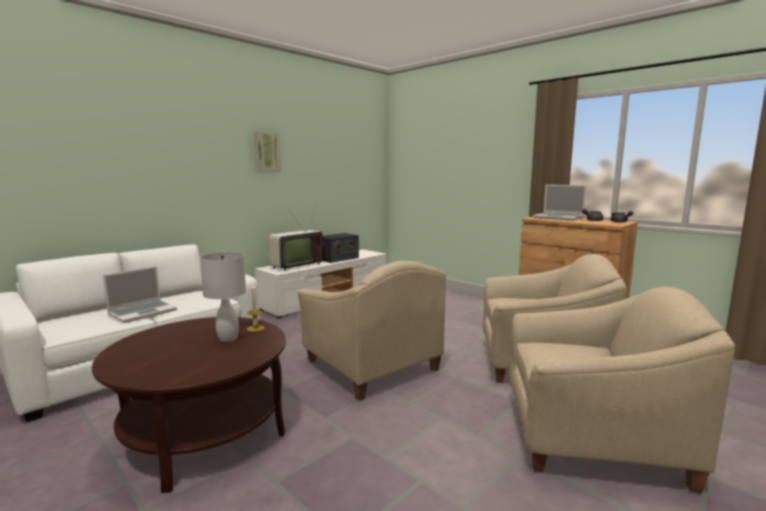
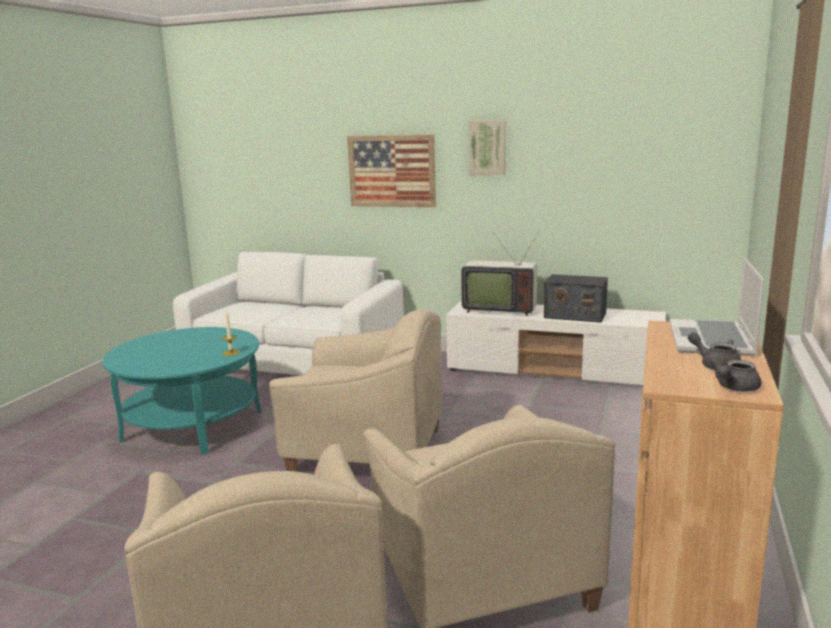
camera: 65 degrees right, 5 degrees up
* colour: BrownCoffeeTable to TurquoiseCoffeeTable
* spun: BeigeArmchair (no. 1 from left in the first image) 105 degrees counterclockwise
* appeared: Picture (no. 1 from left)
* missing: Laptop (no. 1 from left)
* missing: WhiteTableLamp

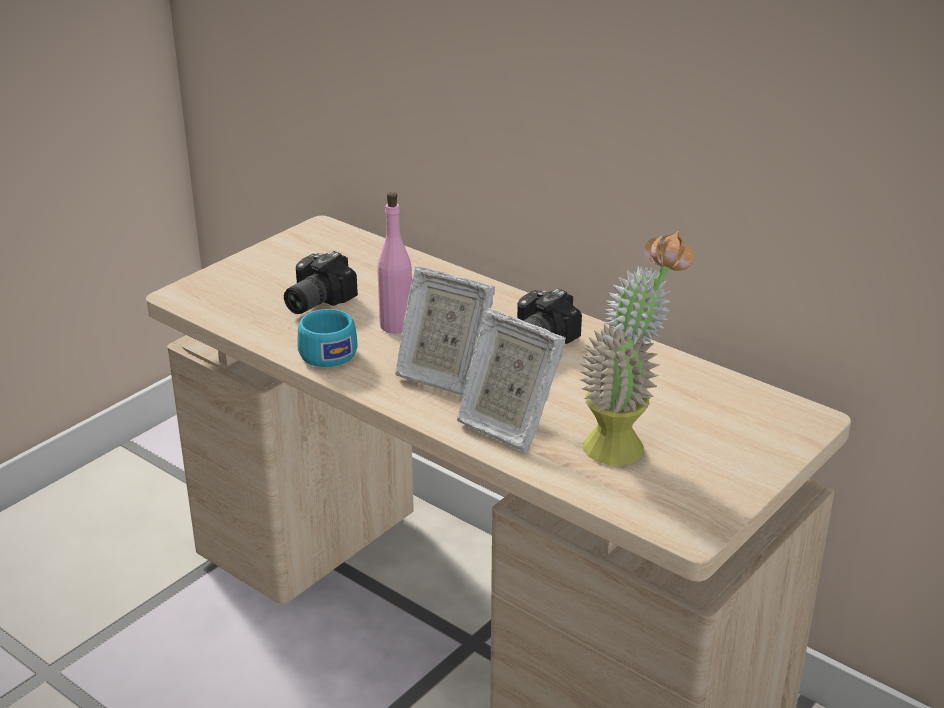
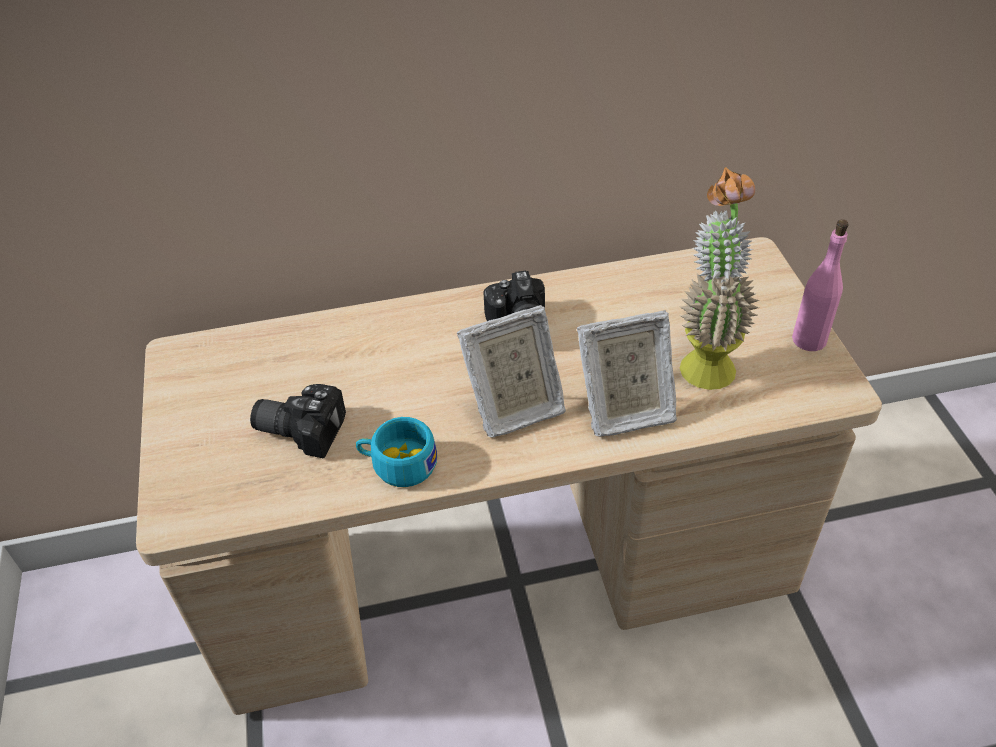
camera: 50 degrees left, 15 degrees up
* spun: PhotoCamera (no. 1 from left) 120 degrees clockwise
* relocated: PinkBottle

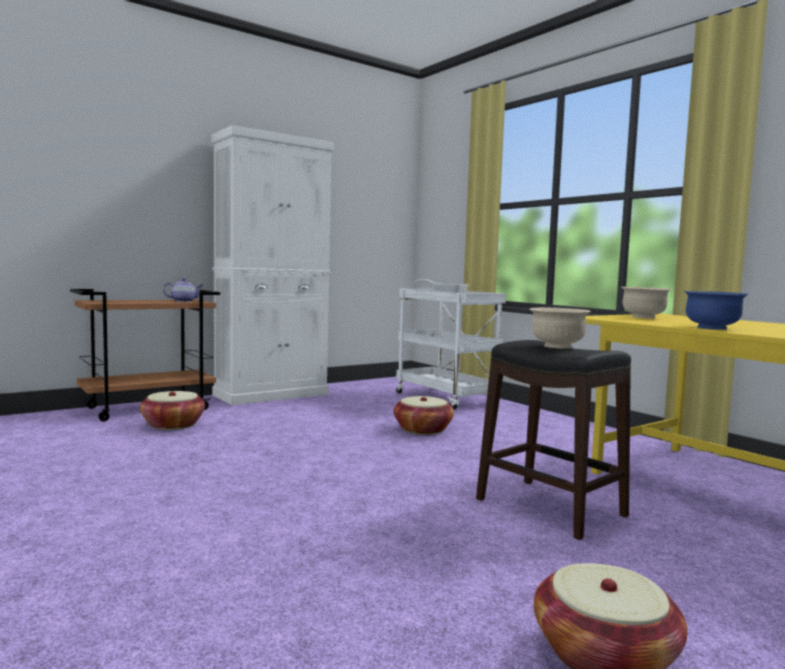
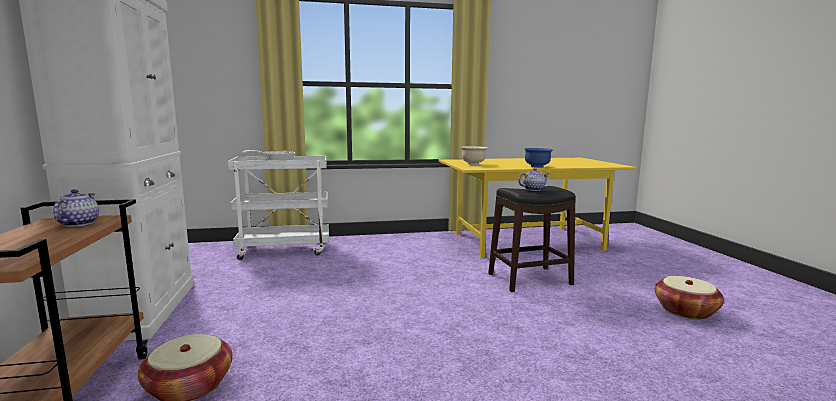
camera: 65 degrees left, 5 degrees up
* exchanged: BeigeBowl (no. 1 from left) to Teapot (no. 2 from left)
* missing: Basket (no. 2 from left)

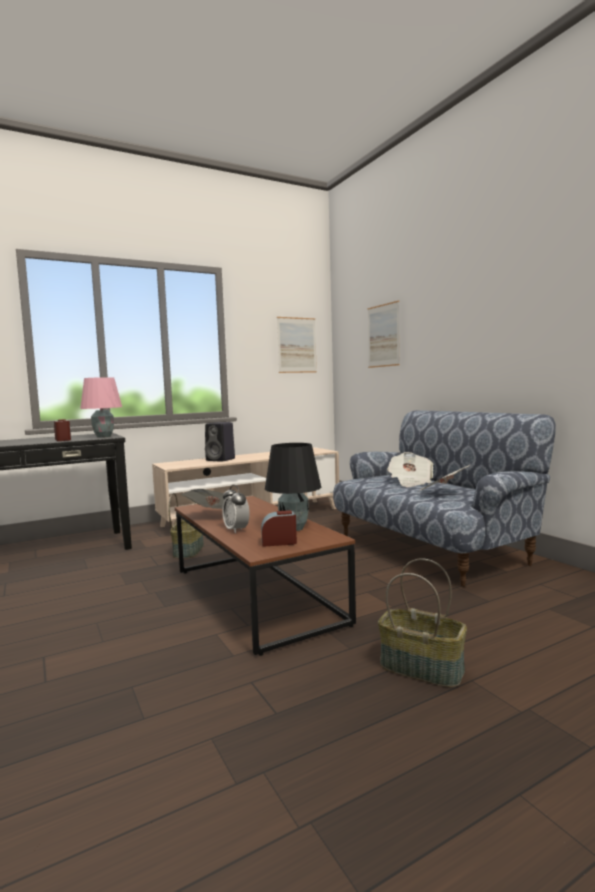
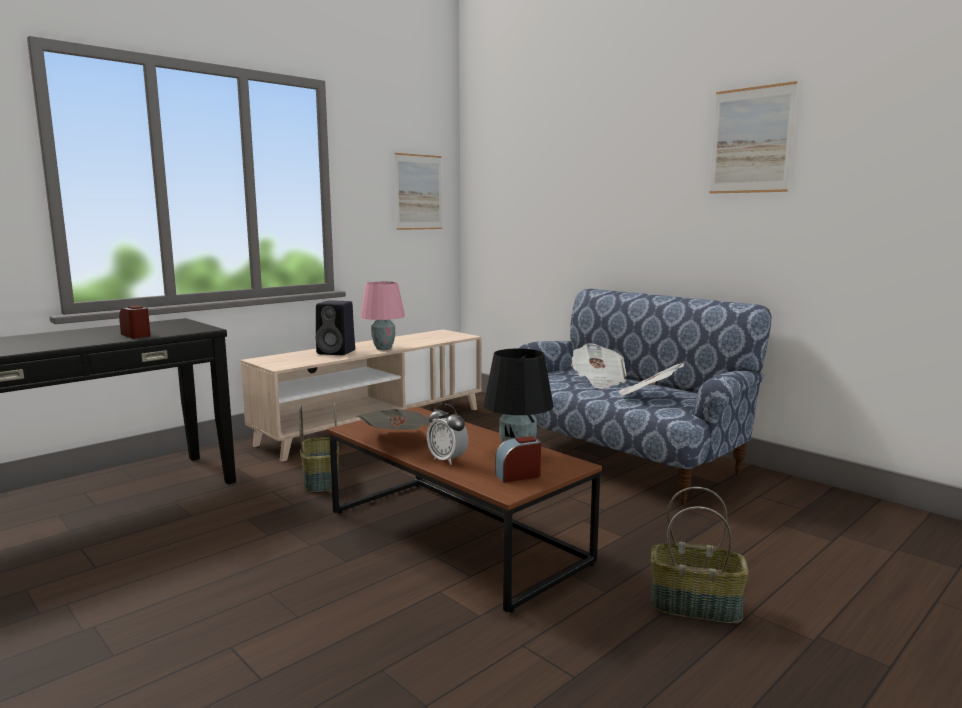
camera: 15 degrees left, 5 degrees up
* relocated: PinkTableLamp
* relocated: Picture (no. 2 from left)

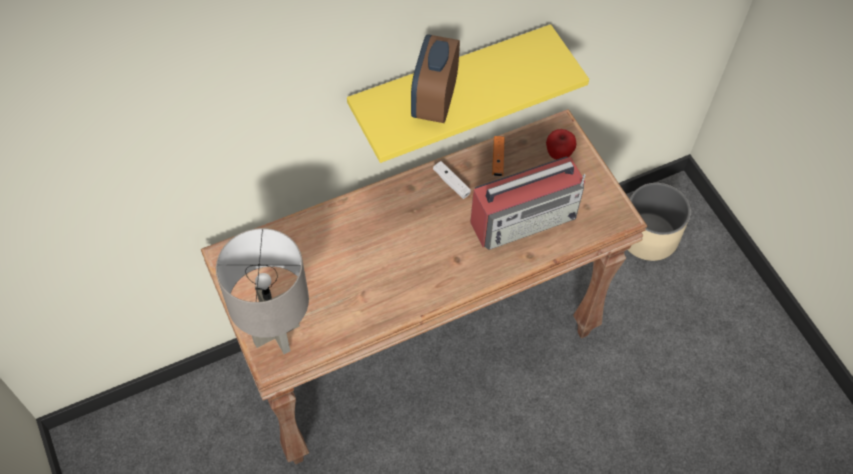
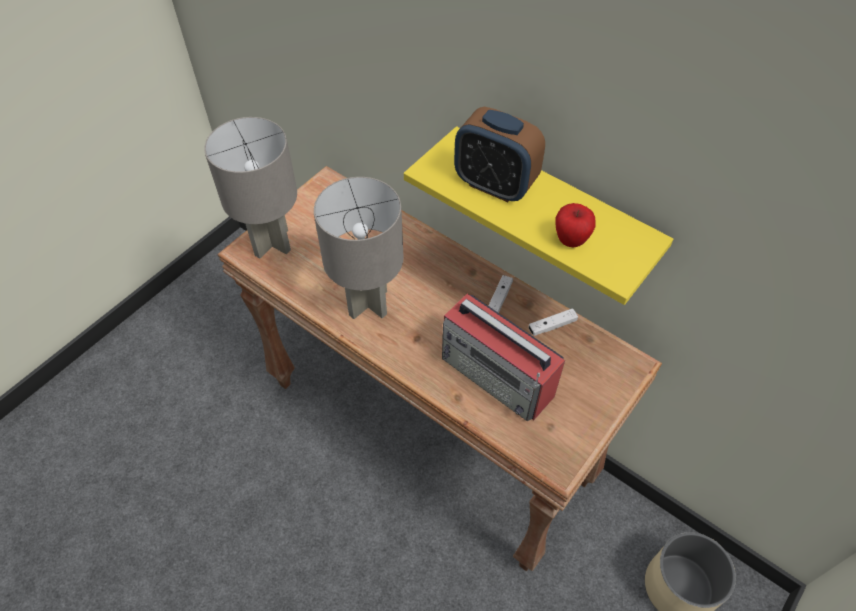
camera: 65 degrees right, 5 degrees down
* appeared: GreyTableLamp (no. 2 from left)
* spun: AlarmClock 135 degrees counterclockwise
* colour: OrangeGameController to WhiteGameController (no. 2 from left)
* relocated: Apple

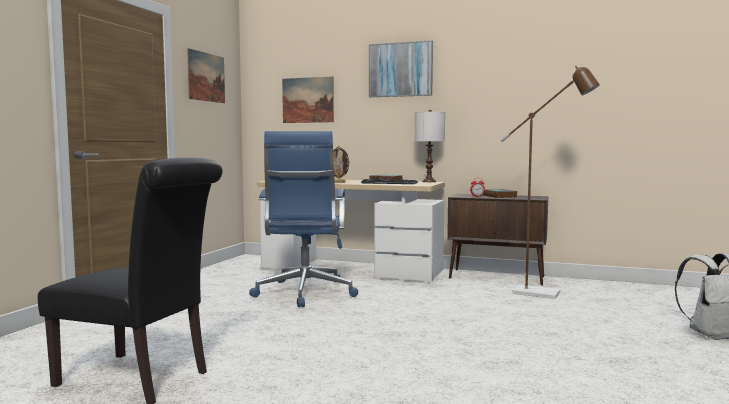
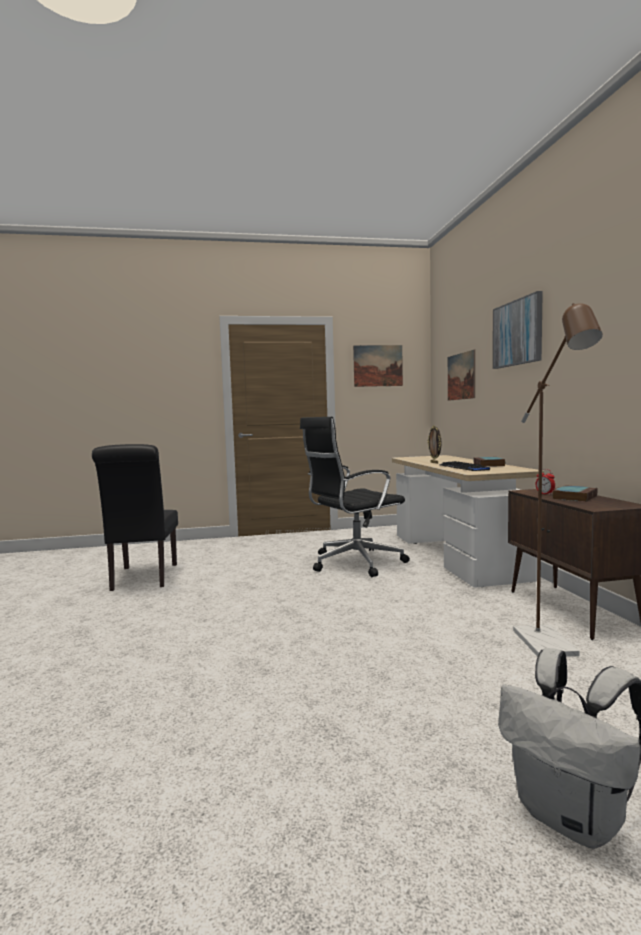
camera: 60 degrees right, 0 degrees up
* colour: BlueOfficeChair to BlackOfficeChair
* missing: WhiteTableLamp

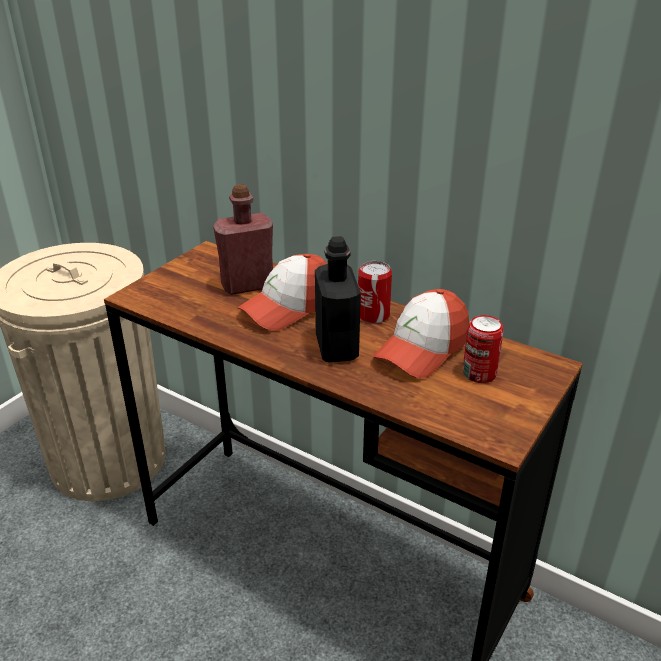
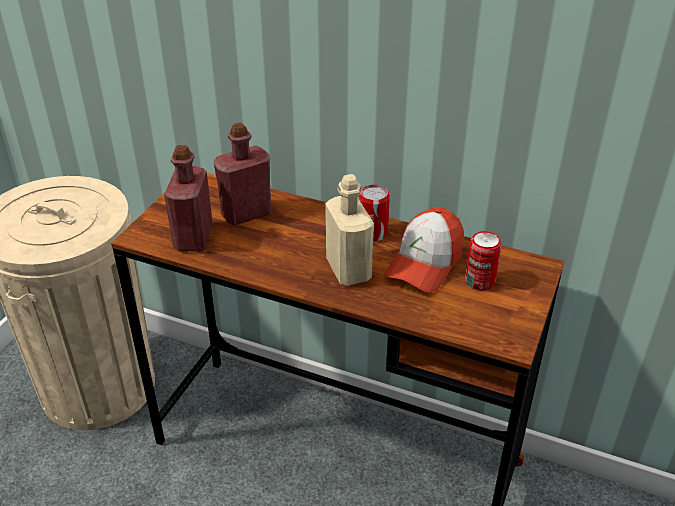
camera: 10 degrees left, 5 degrees up
* appeared: RedBottle (no. 1 from left)
* colour: BlackBottle to BeigeBottle
* missing: Cap (no. 1 from left)

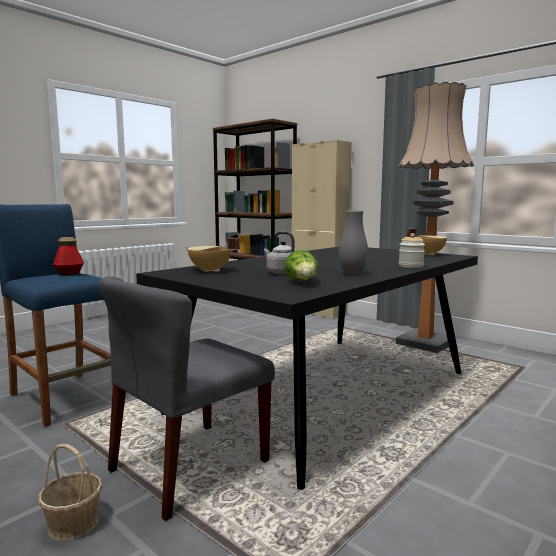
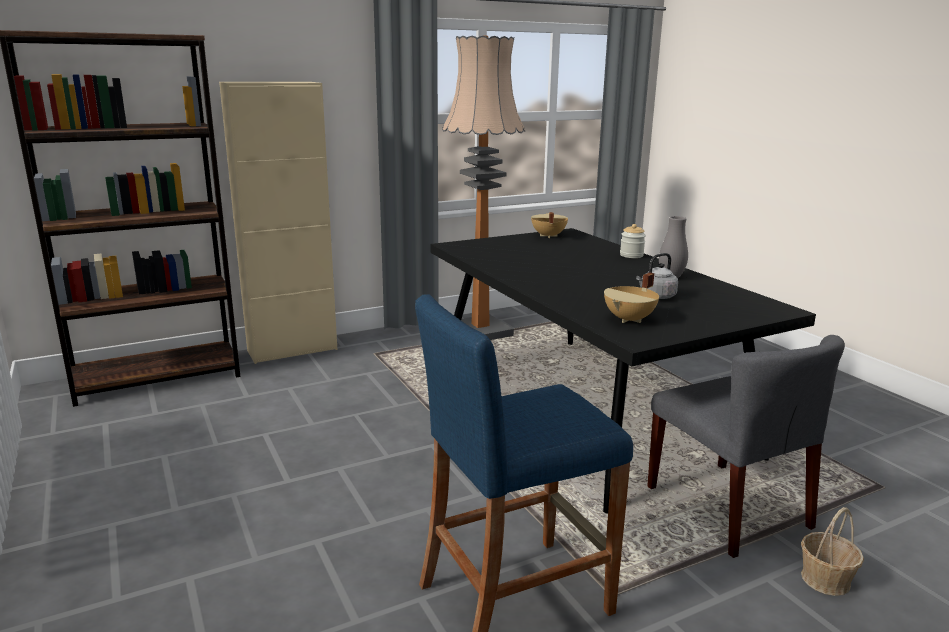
camera: 70 degrees left, 10 degrees up
* missing: Bottle
* missing: Lettuce

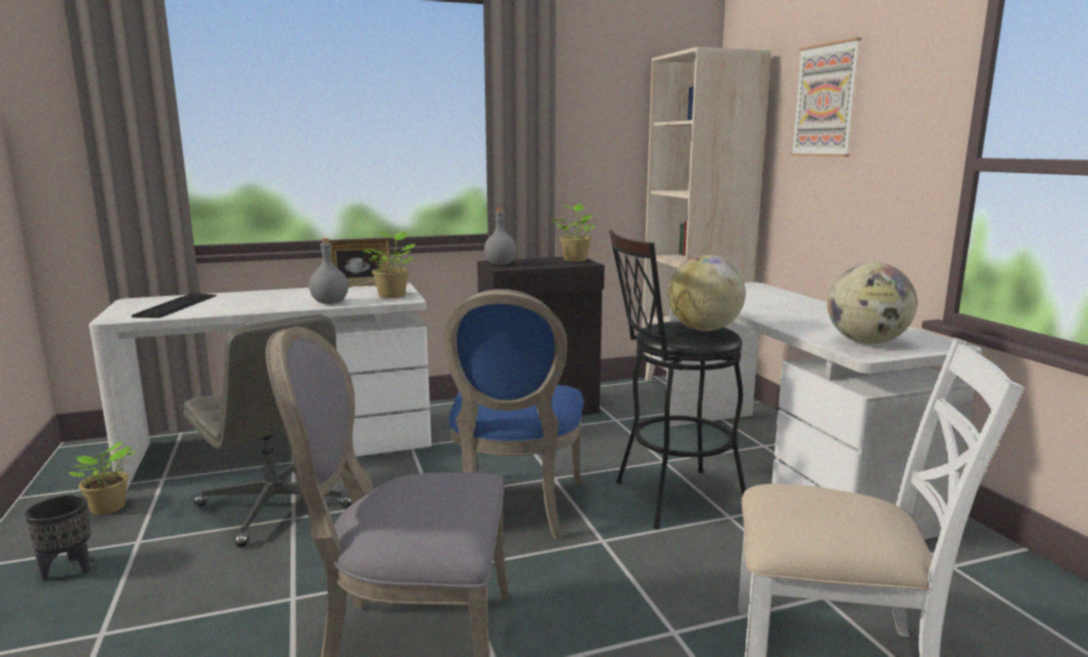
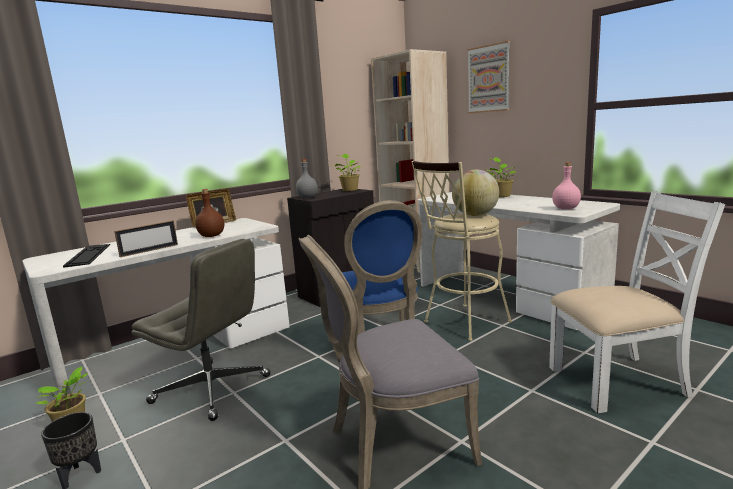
camera: 20 degrees left, 0 degrees up
* appeared: PictureFrame (no. 1 from left)
* colour: GreyBottle (no. 1 from left) to BrownBottle
* colour: BlackStool to BeigeStool
* relocated: PottedPlant (no. 2 from left in the first image) to PottedPlant (no. 3 from left)
* exchanged: Globe (no. 2 from left) to PinkBottle

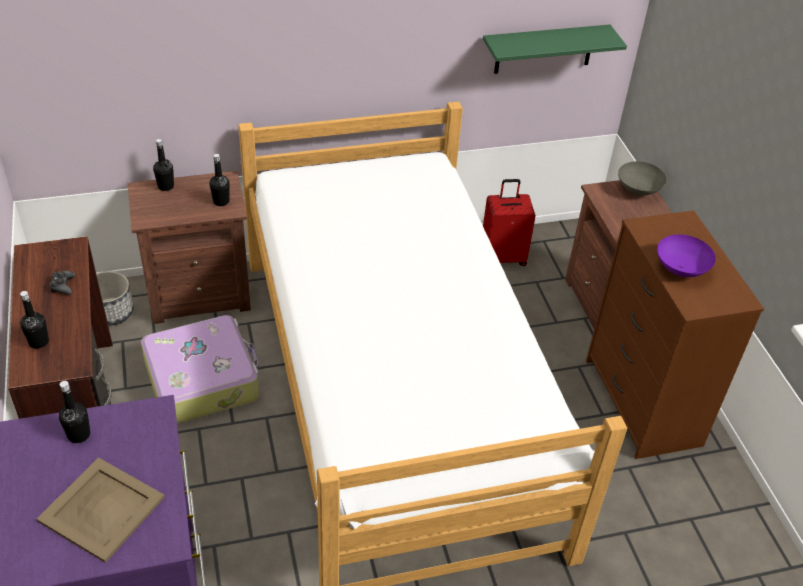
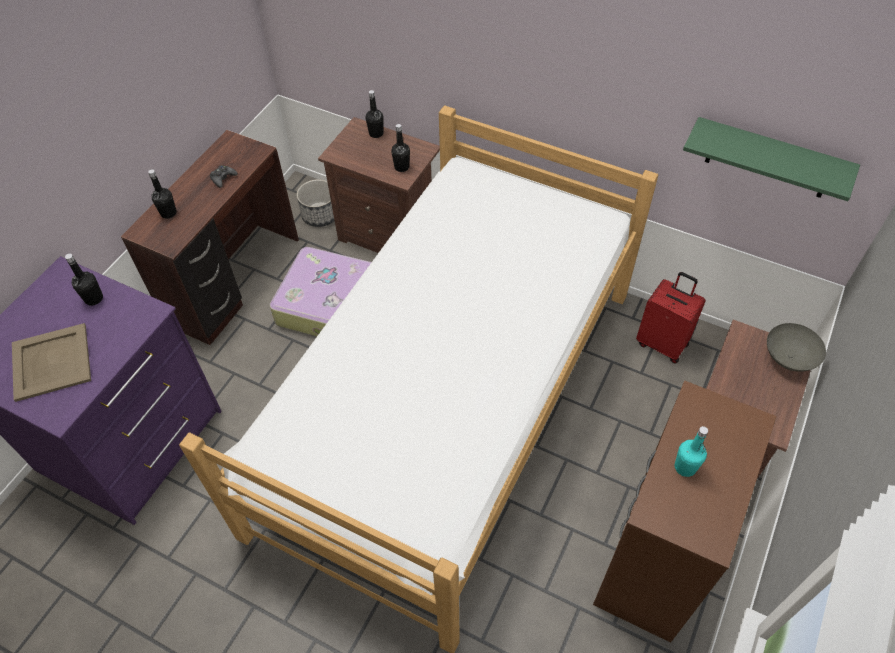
camera: 45 degrees right, 10 degrees up
* exchanged: PurpleBowl to TurquoiseBottle

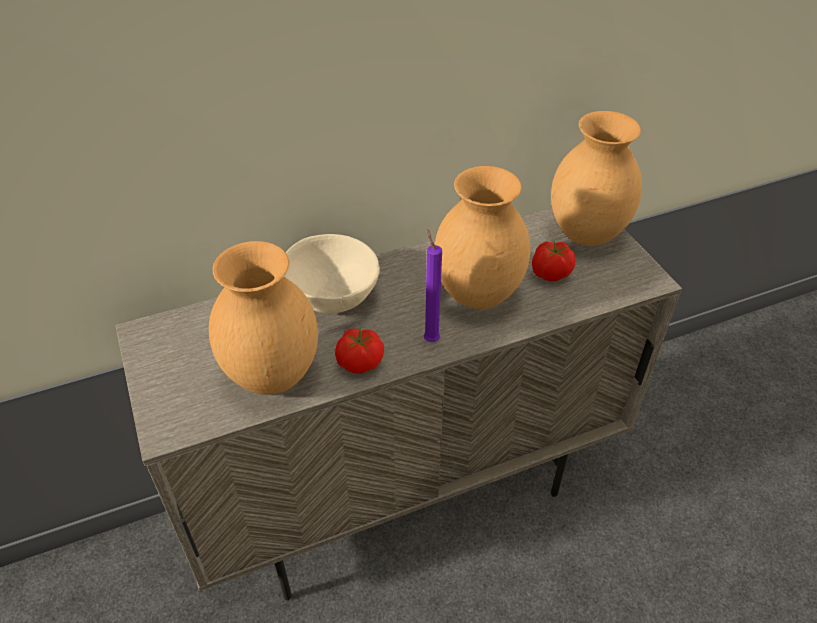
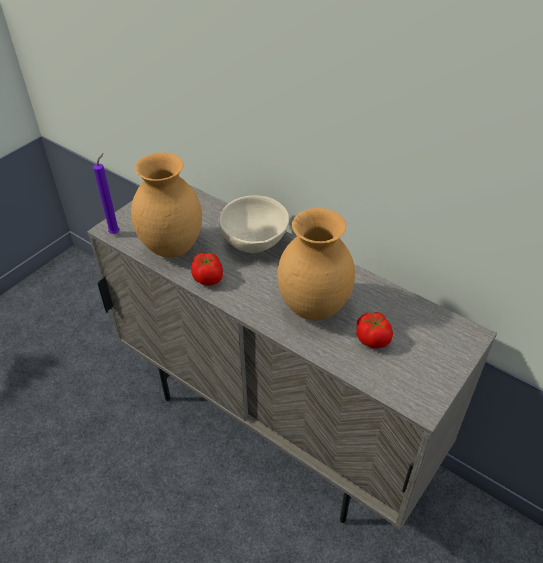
camera: 60 degrees right, 0 degrees up
* relocated: PurpleCandle
* missing: BrownVase (no. 3 from left)

